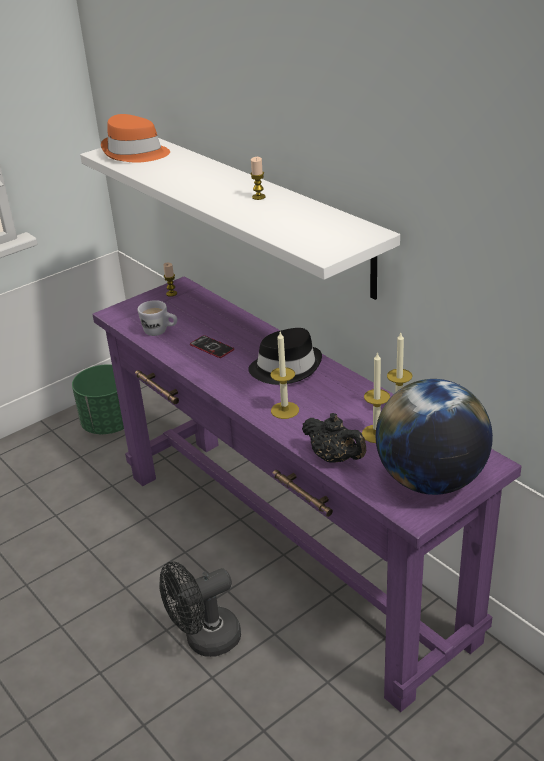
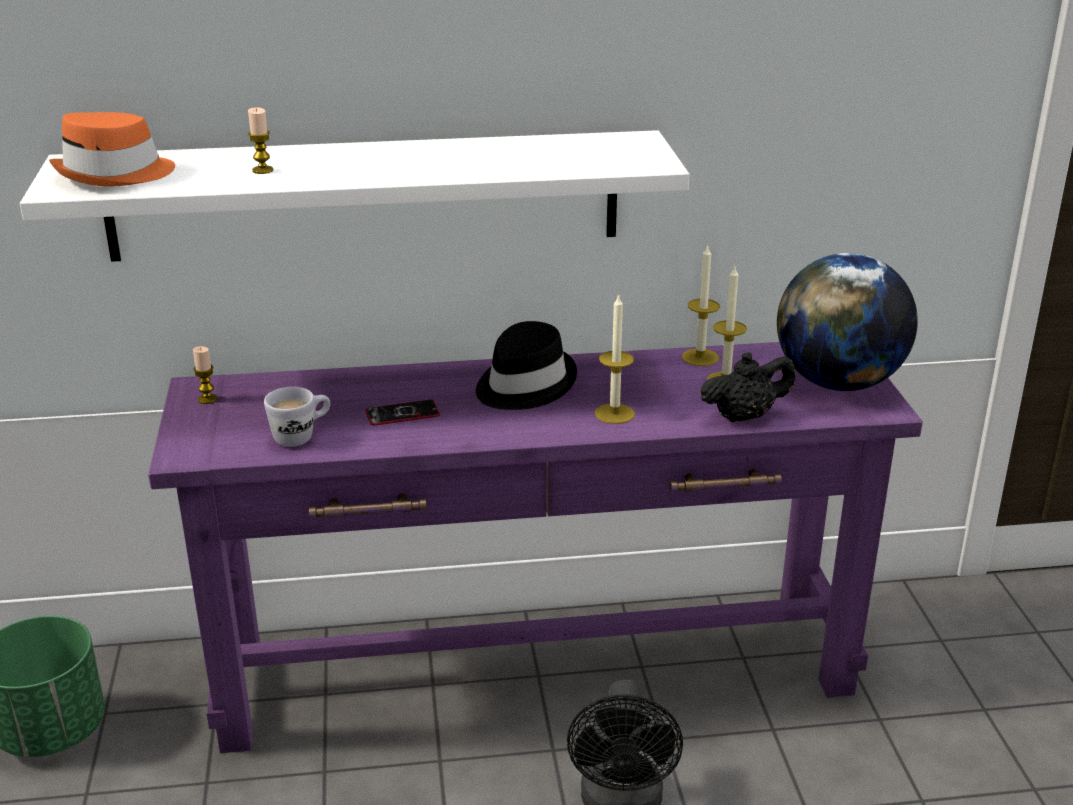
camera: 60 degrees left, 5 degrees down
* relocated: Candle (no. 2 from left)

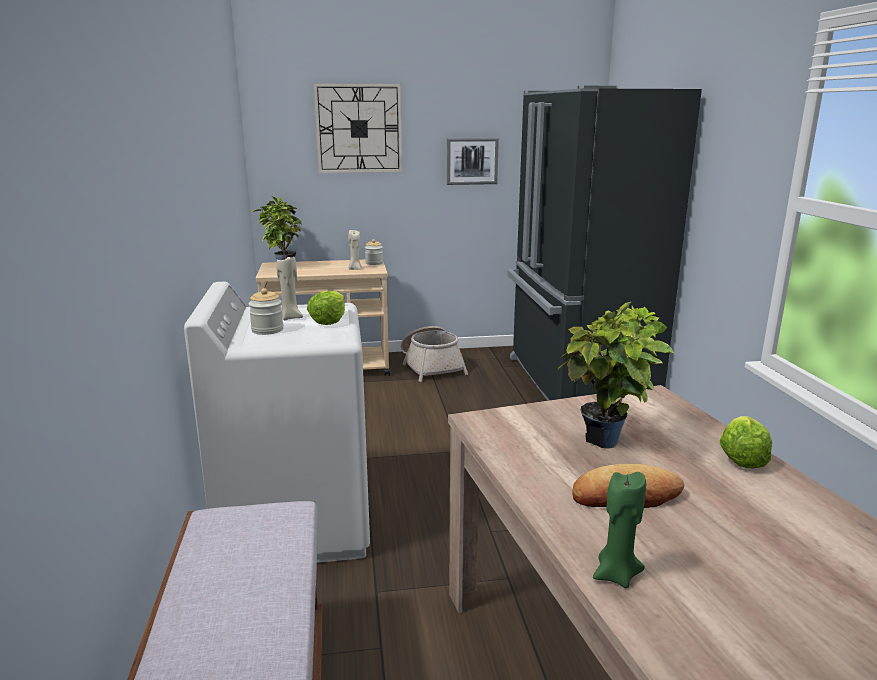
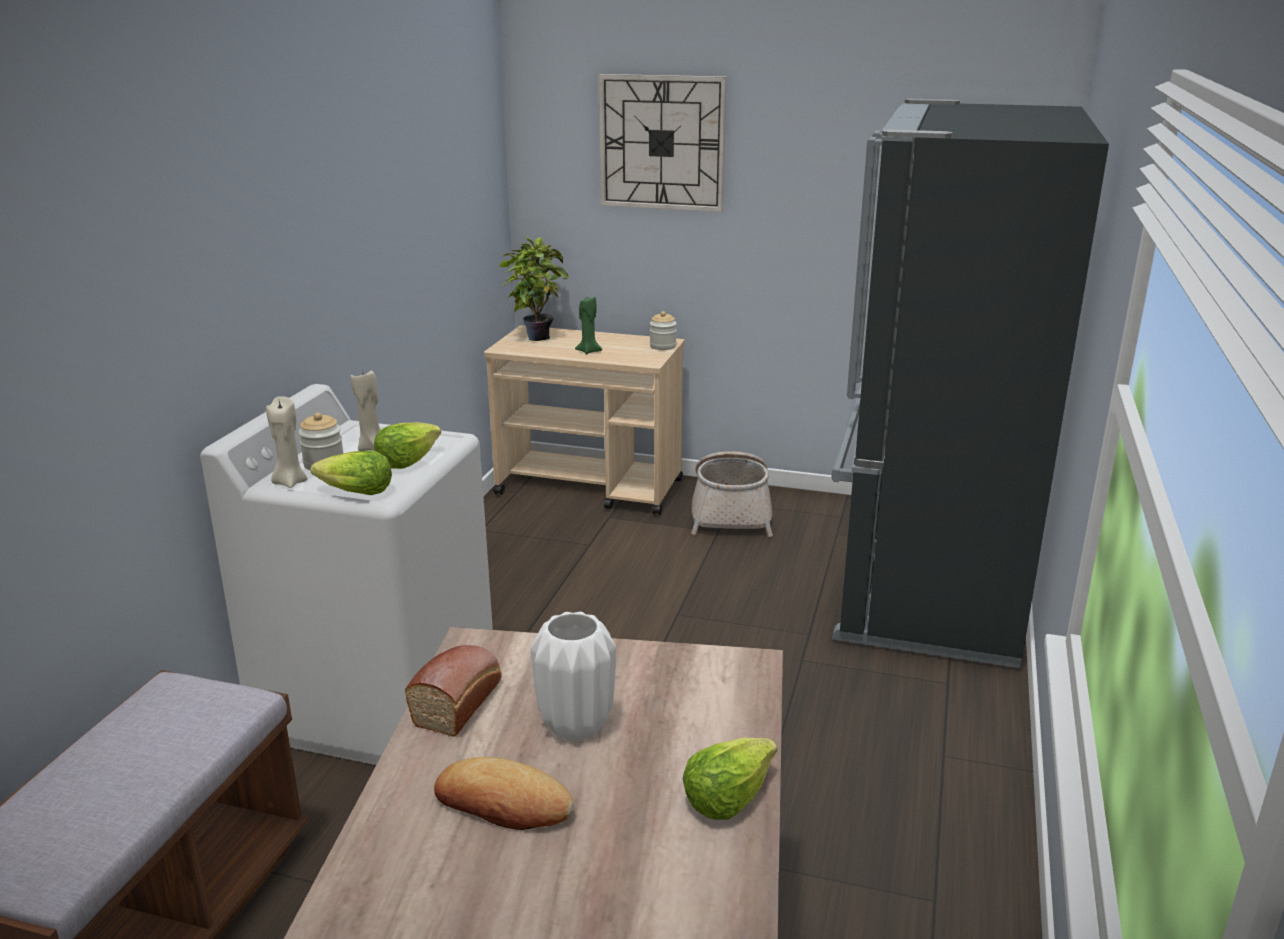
camera: 25 degrees right, 5 degrees up
* relocated: BeigeCandle (no. 2 from left in the first image) to BeigeCandle (no. 1 from left)
* appeared: Lettuce (no. 1 from left)
* appeared: Bread (no. 1 from left)
* exchanged: PottedPlant (no. 2 from left) to WhiteVase
* relocated: GreenCandle
* missing: Picture

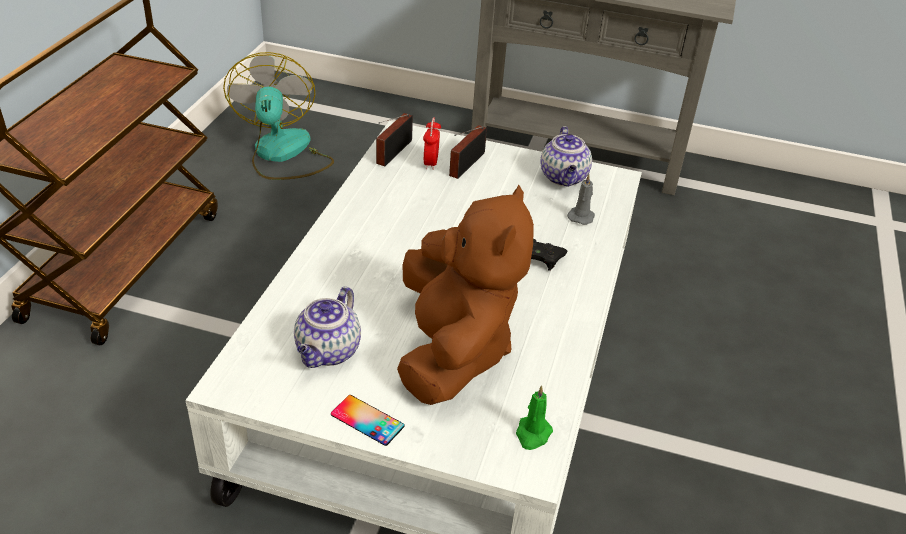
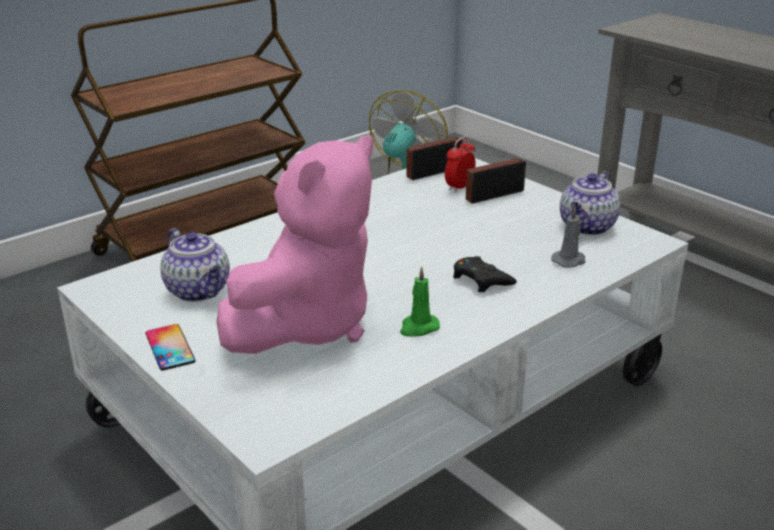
camera: 35 degrees right, 10 degrees down
* spun: Teapot (no. 1 from left) 90 degrees counterclockwise
* colour: BrownPlushToy to PinkPlushToy
* relocated: GreenCandle

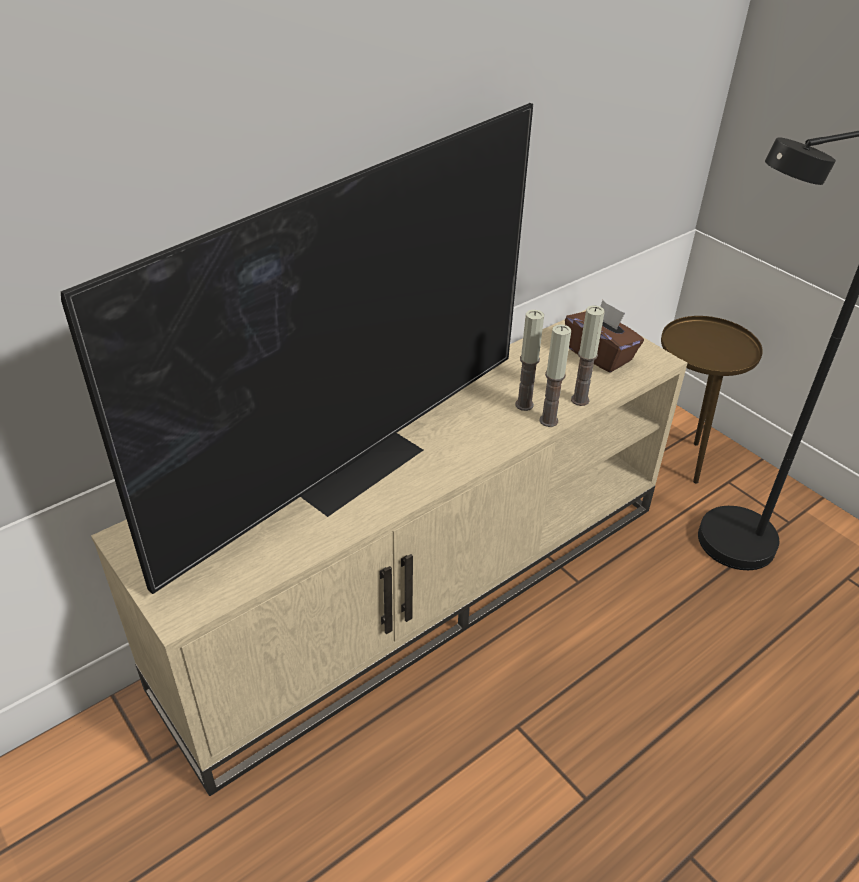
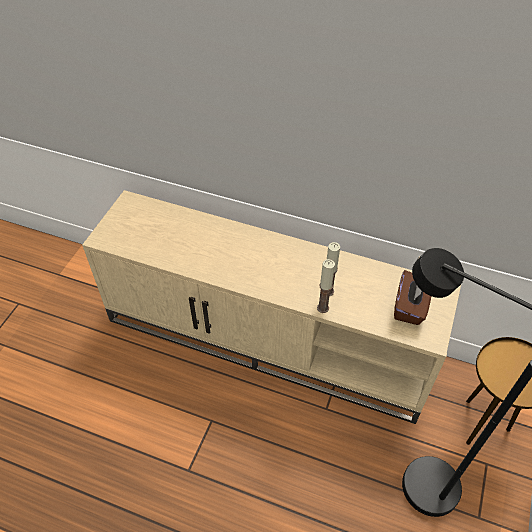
camera: 60 degrees right, 10 degrees up
* missing: Television
* missing: Candle (no. 3 from left)

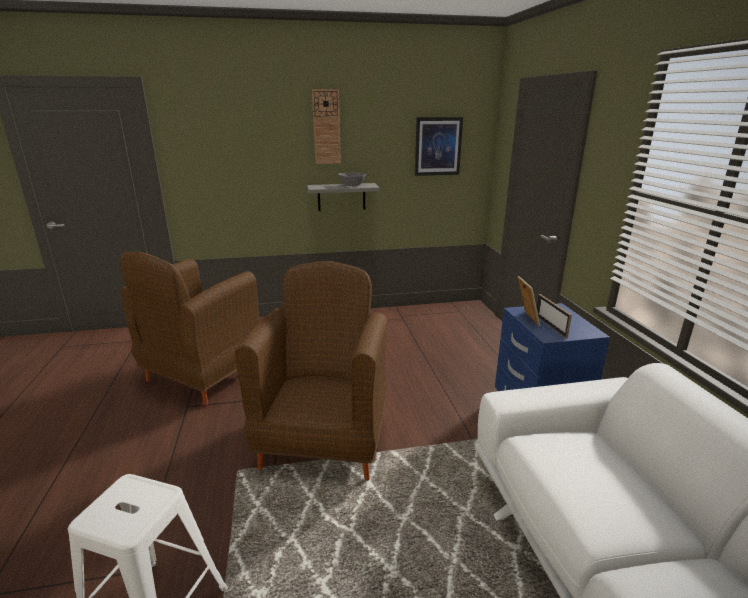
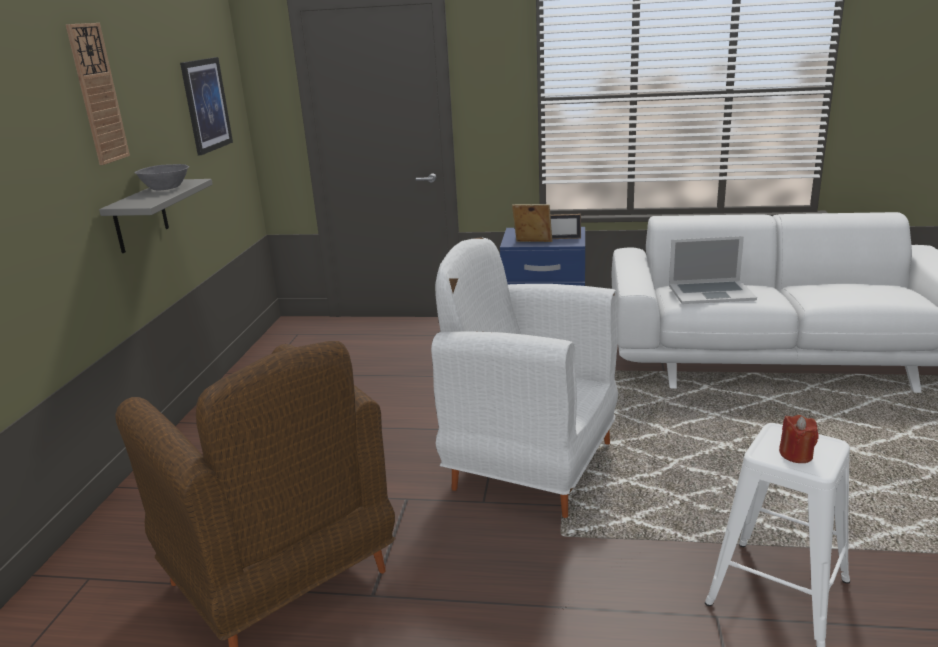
camera: 70 degrees left, 0 degrees up
* colour: BrownArmchair (no. 2 from left) to WhiteArmchair
* appeared: Laptop
* appeared: RedCandle

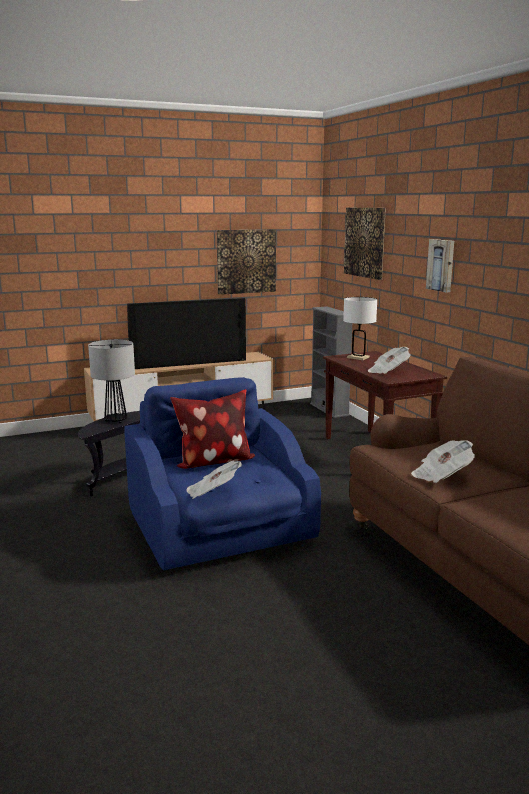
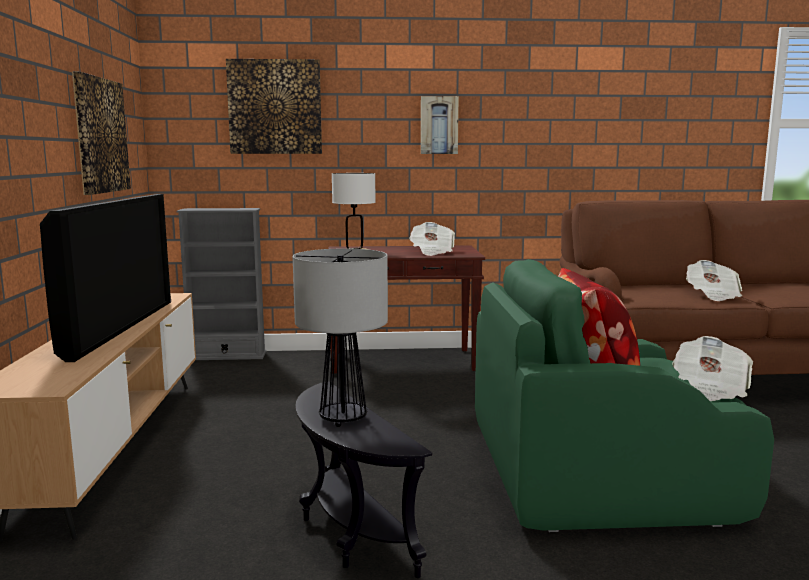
camera: 70 degrees left, 5 degrees down
* colour: BlueArmchair to GreenArmchair

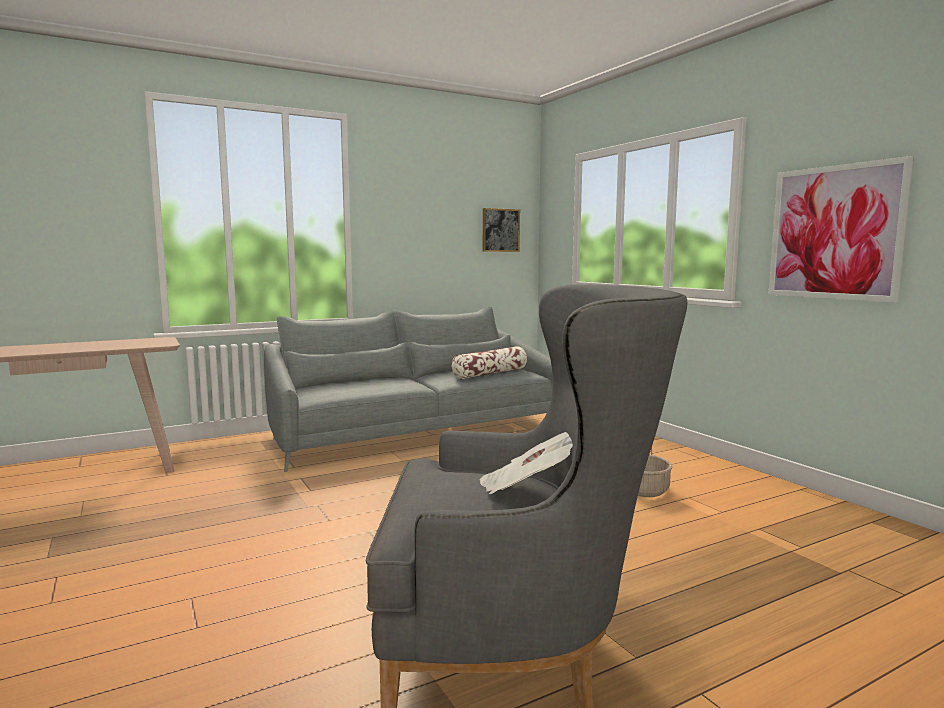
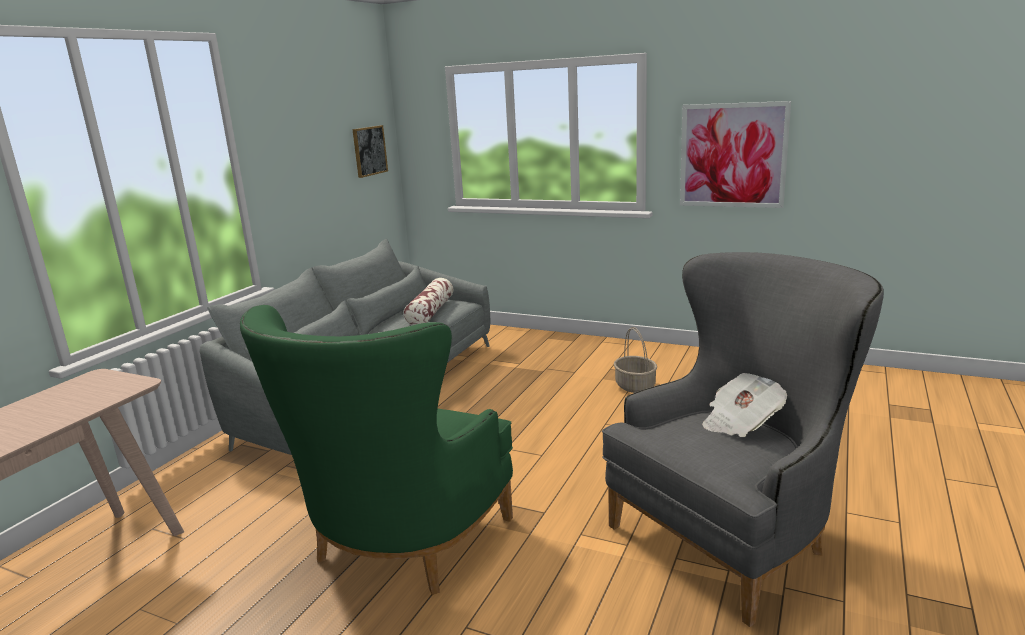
camera: 35 degrees left, 10 degrees up
* appeared: GreenArmchair

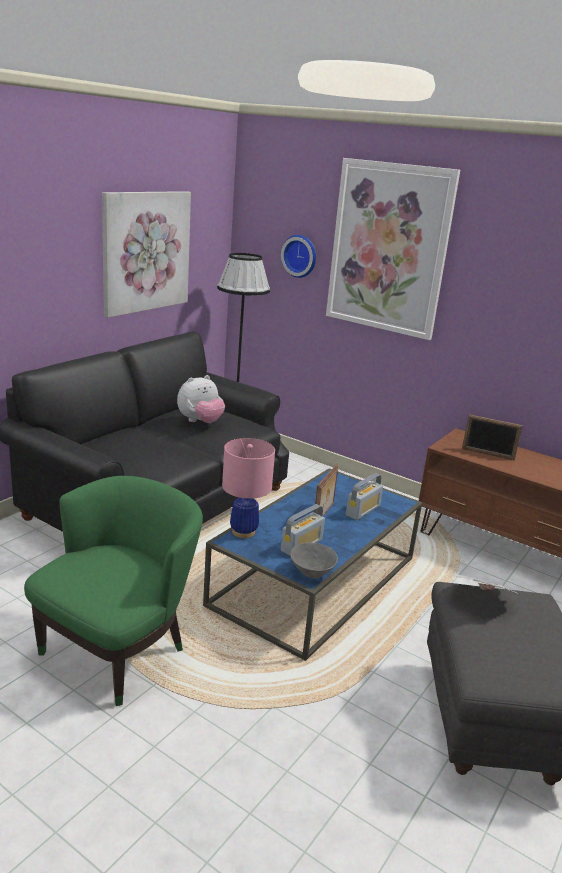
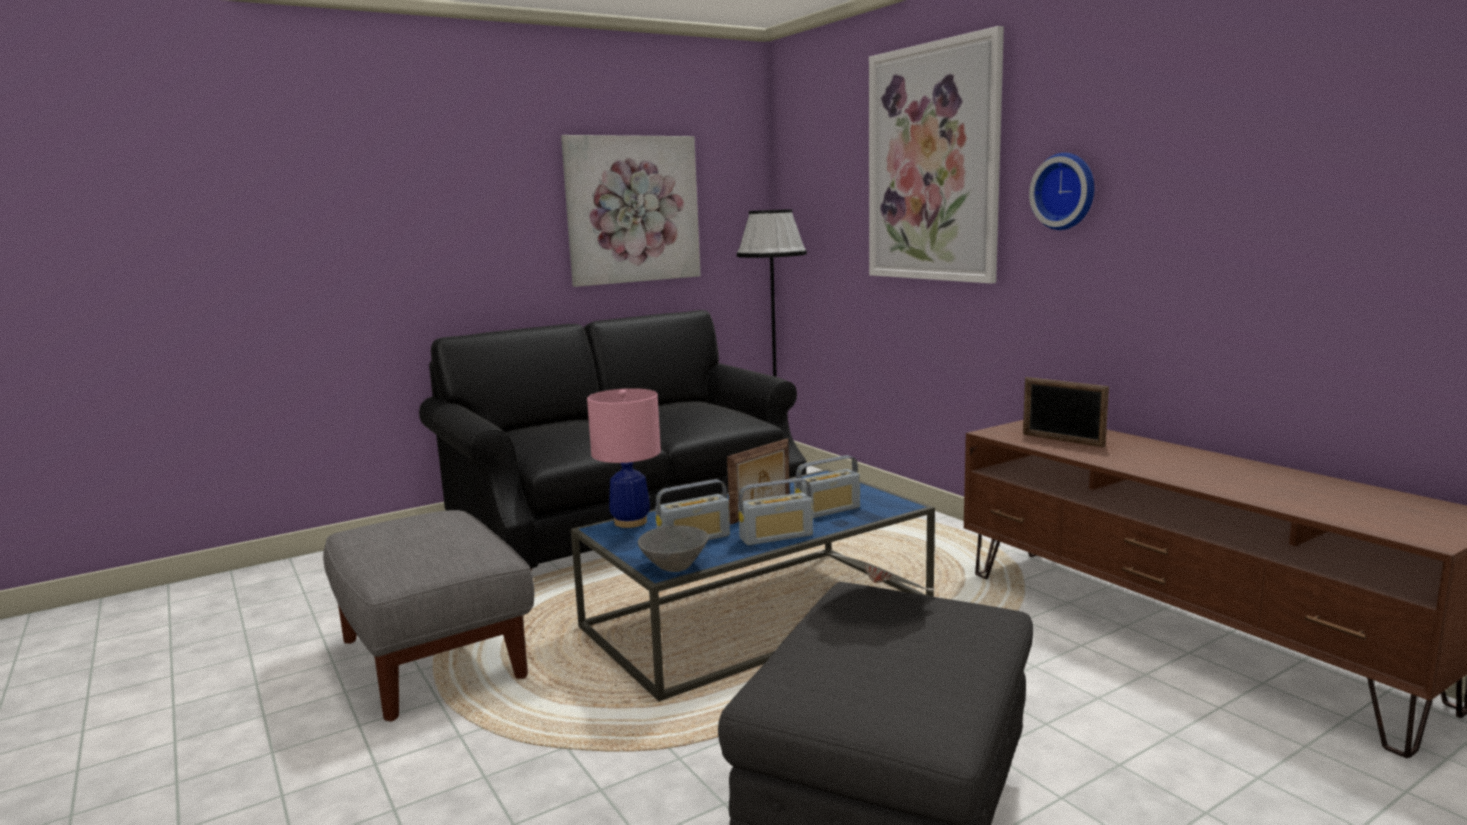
camera: 25 degrees right, 10 degrees down
* exchanged: GreenArmchair to GreyOttoman (no. 1 from left)
* appeared: Radio (no. 2 from left)
* relocated: WallClock
* missing: PlushToy

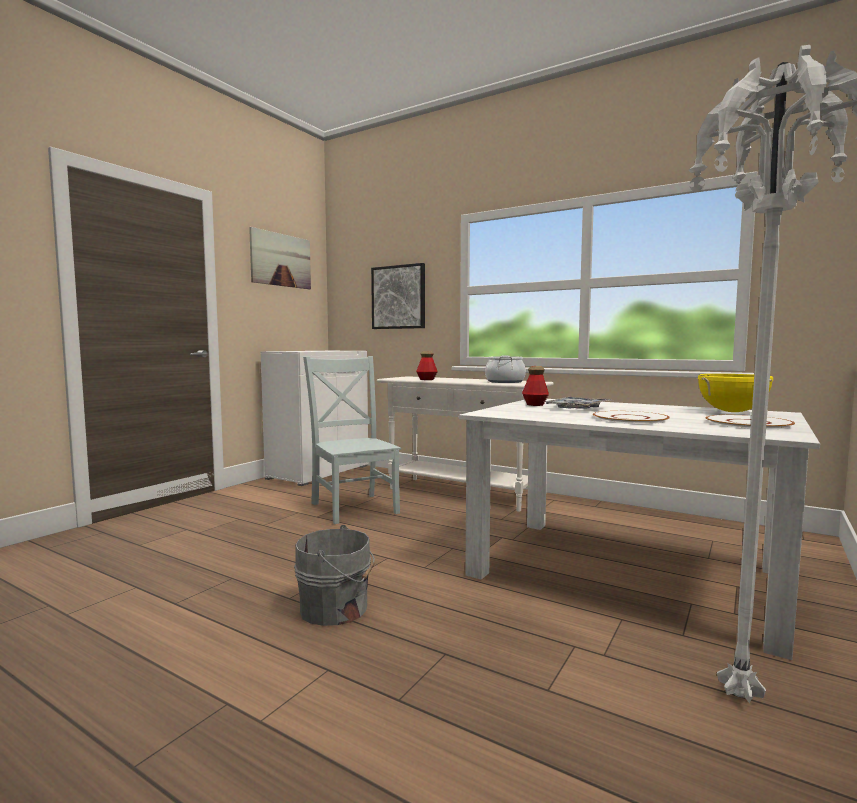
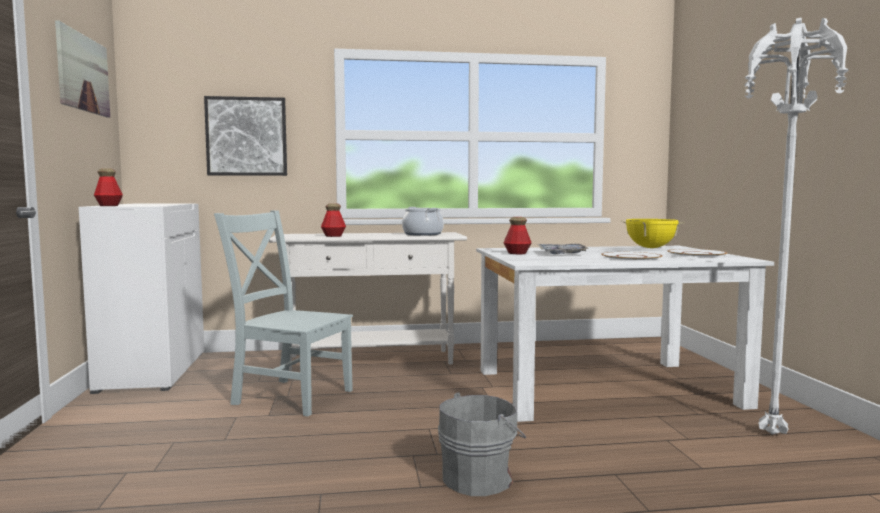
camera: 40 degrees left, 0 degrees up
* appeared: Bottle (no. 1 from left)

